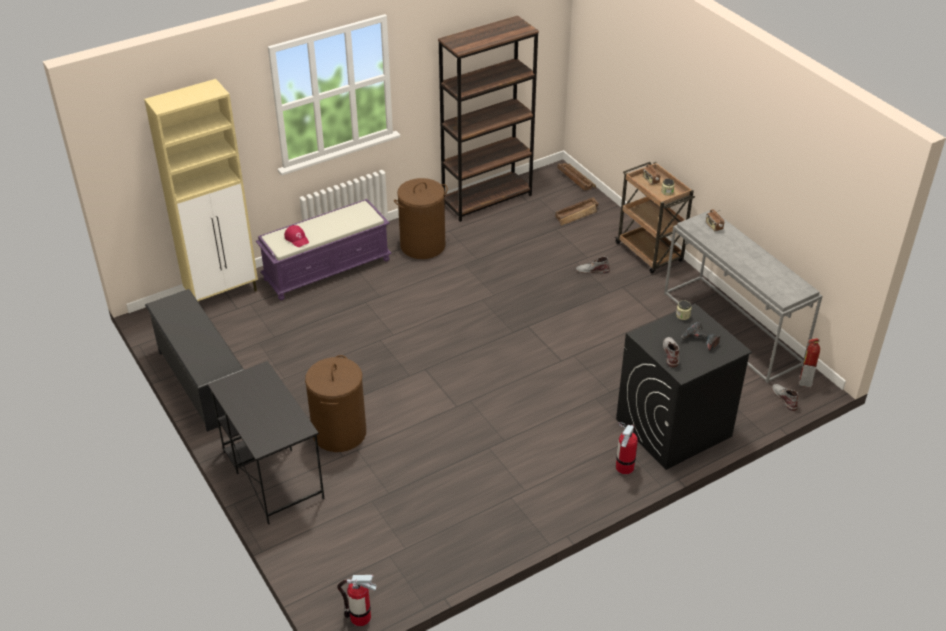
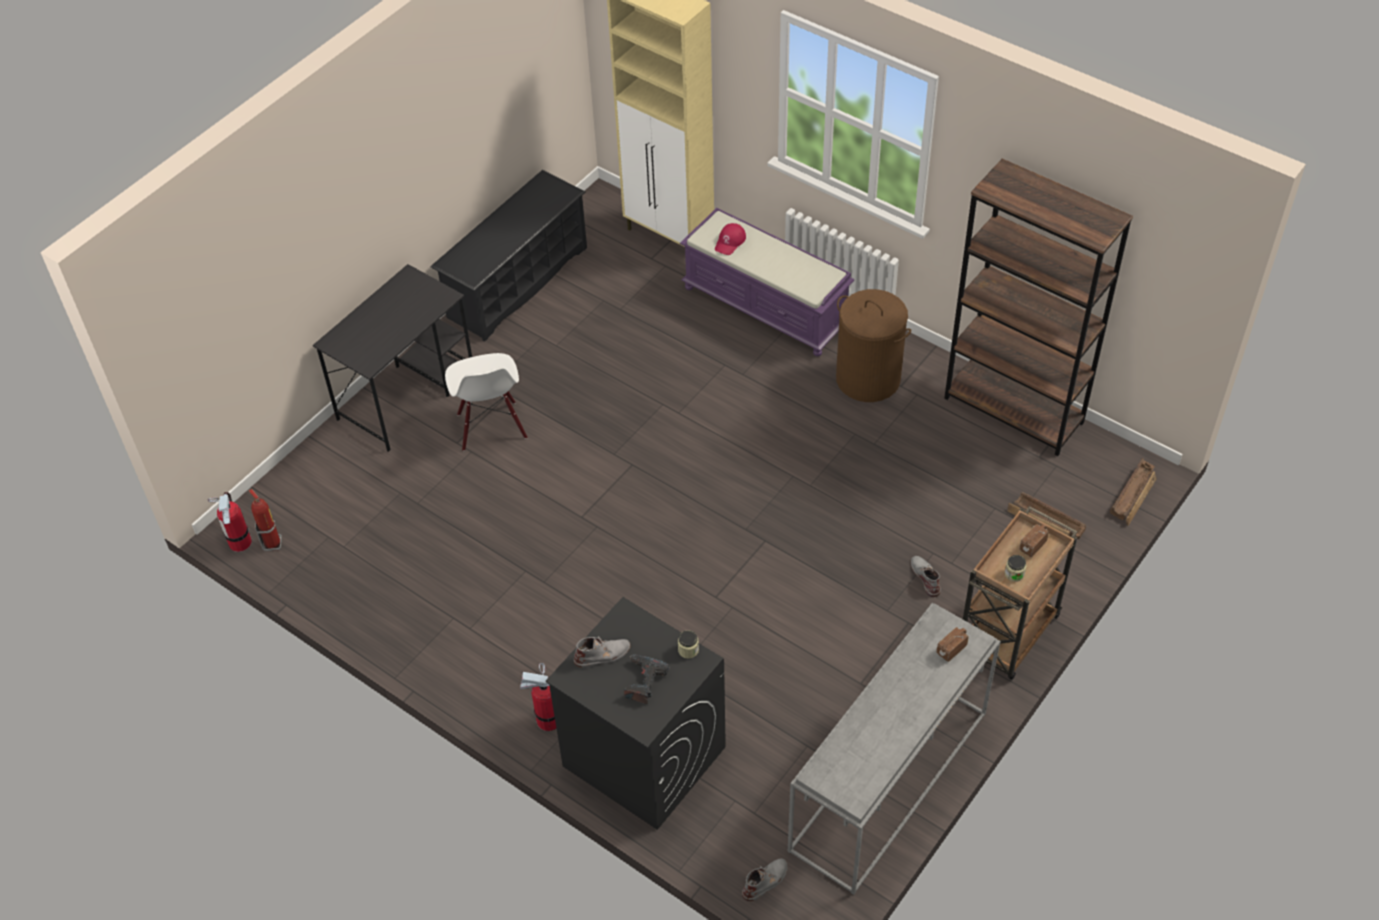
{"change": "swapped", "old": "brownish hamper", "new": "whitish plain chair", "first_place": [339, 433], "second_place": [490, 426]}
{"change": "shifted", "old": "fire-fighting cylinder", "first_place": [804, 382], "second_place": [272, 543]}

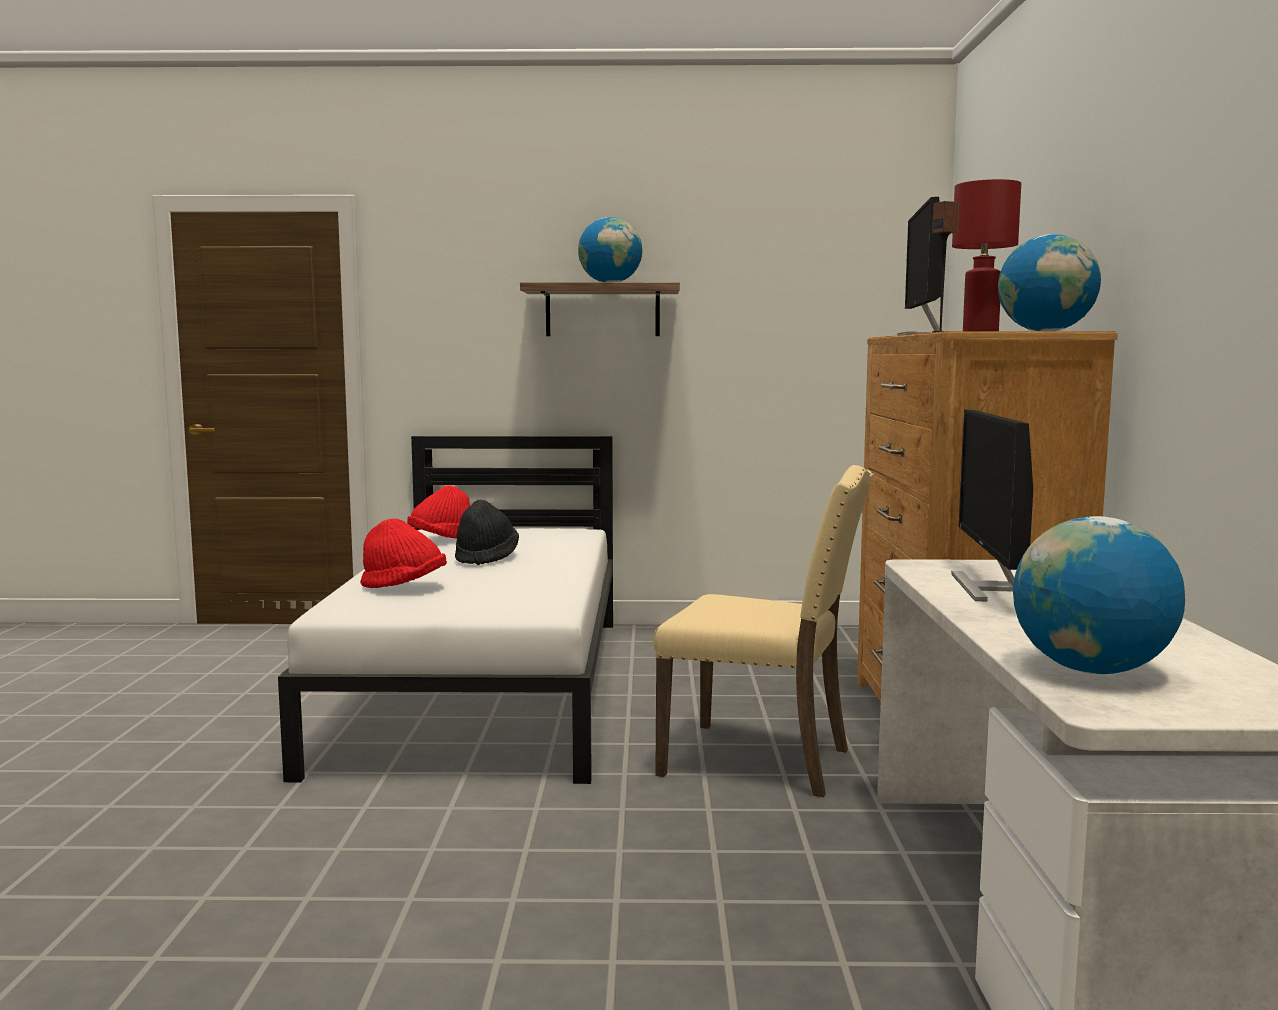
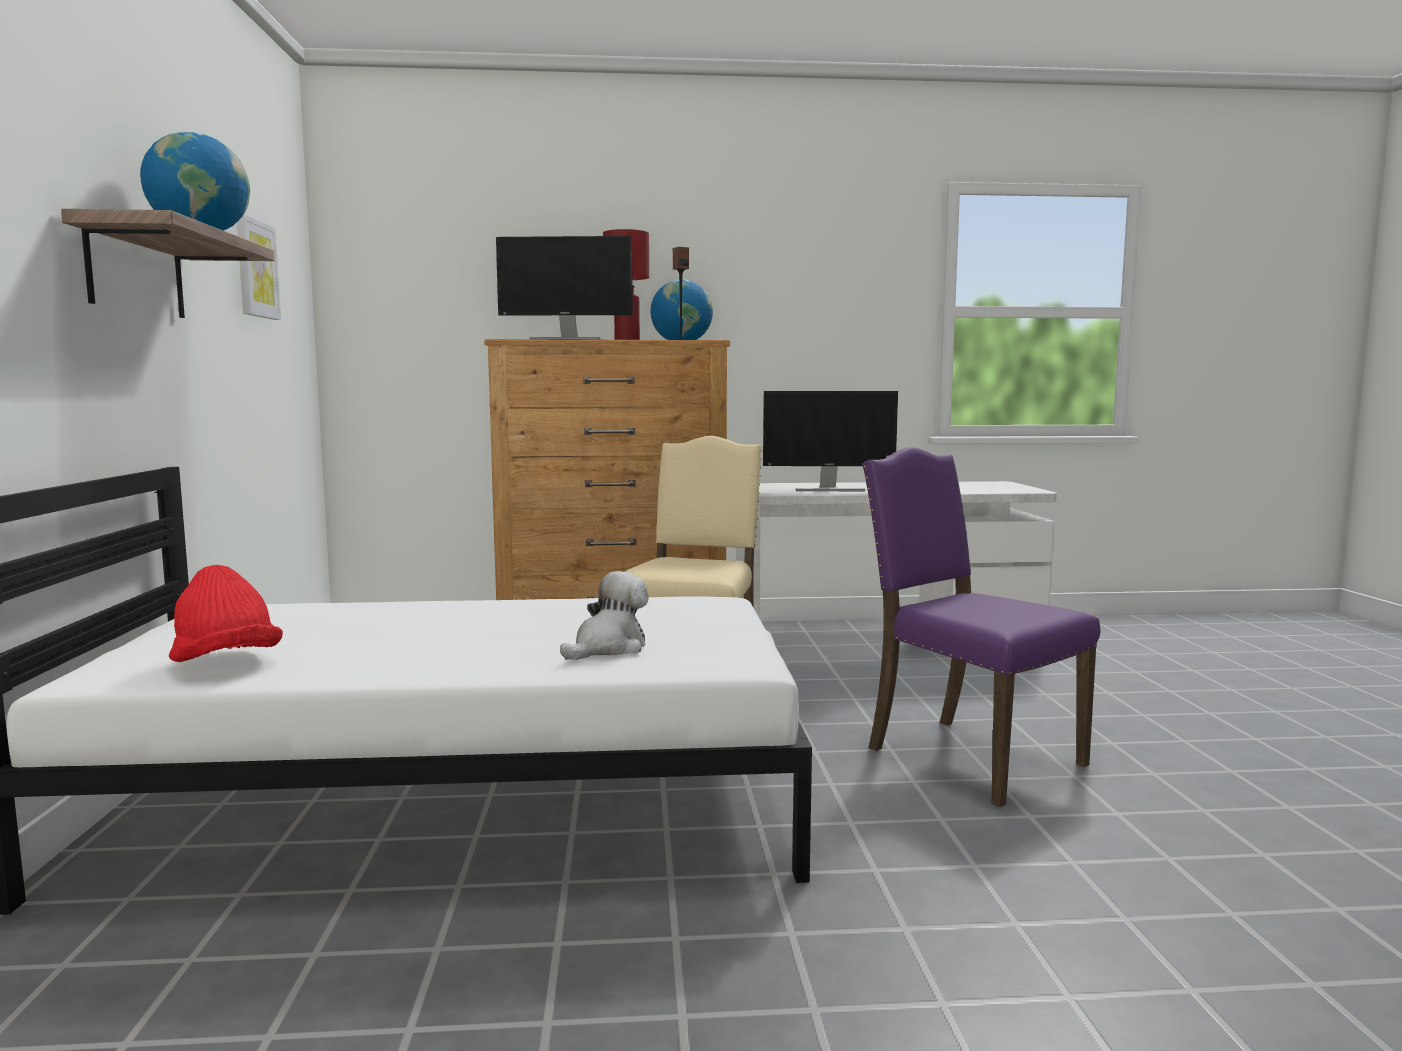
{"change": "swapped", "old": "red-coloured hat", "new": "cuddly toy", "first_place": [404, 587], "second_place": [608, 648]}
{"change": "gone", "old": "black hat", "first_place": [486, 558]}
{"change": "gone", "old": "globe", "first_place": [1090, 670]}
{"change": "new", "new": "picture", "second_place": [256, 269]}
{"change": "new", "new": "purple-coloured plain chair", "second_place": [968, 756]}

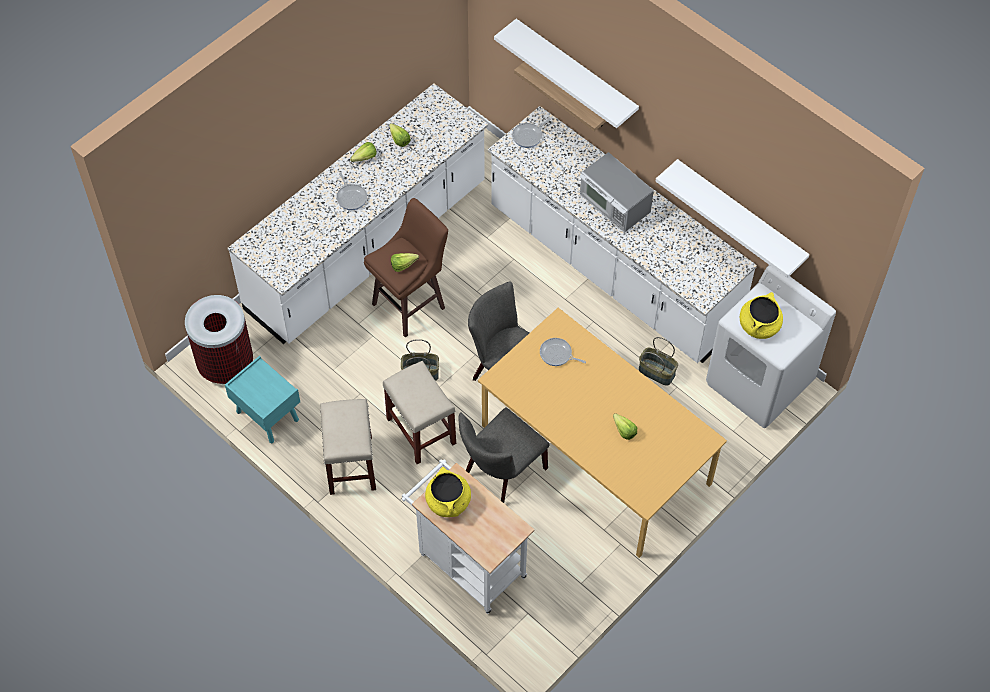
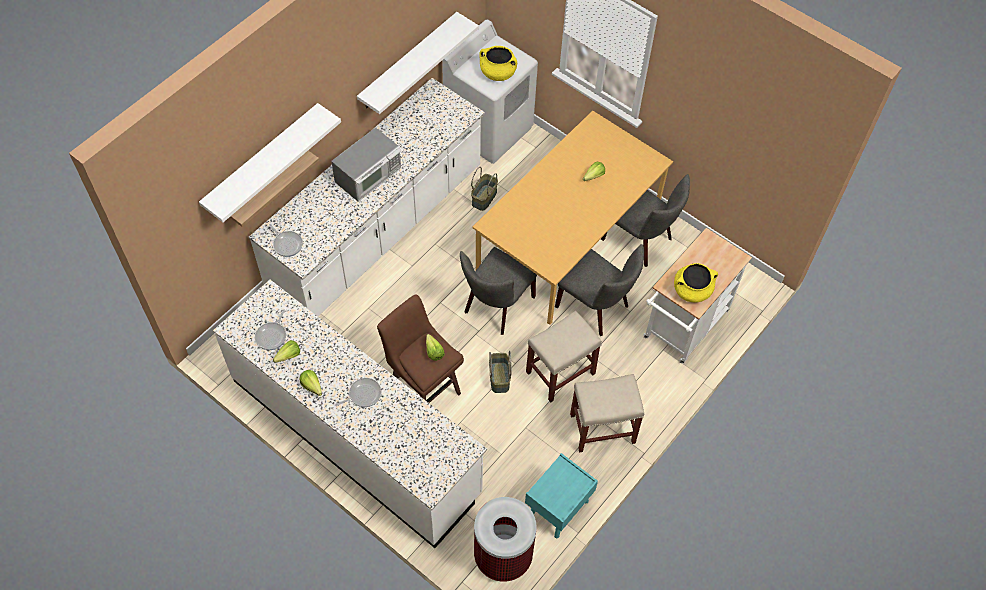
{"change": "shifted", "old": "skillet", "first_place": [557, 354], "second_place": [272, 336]}
{"change": "new", "new": "greyish plain chair", "second_place": [641, 240]}

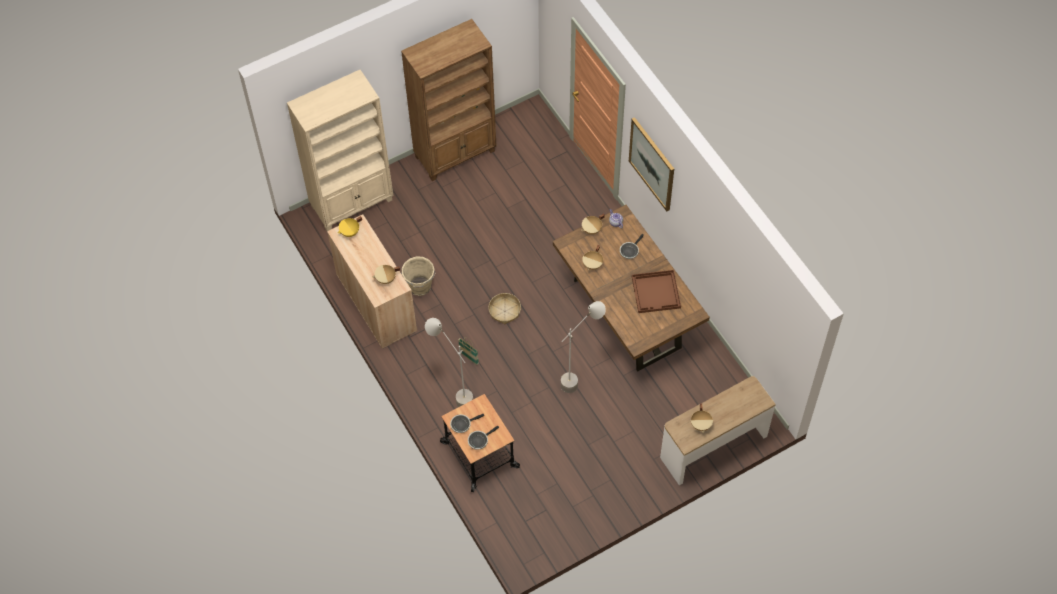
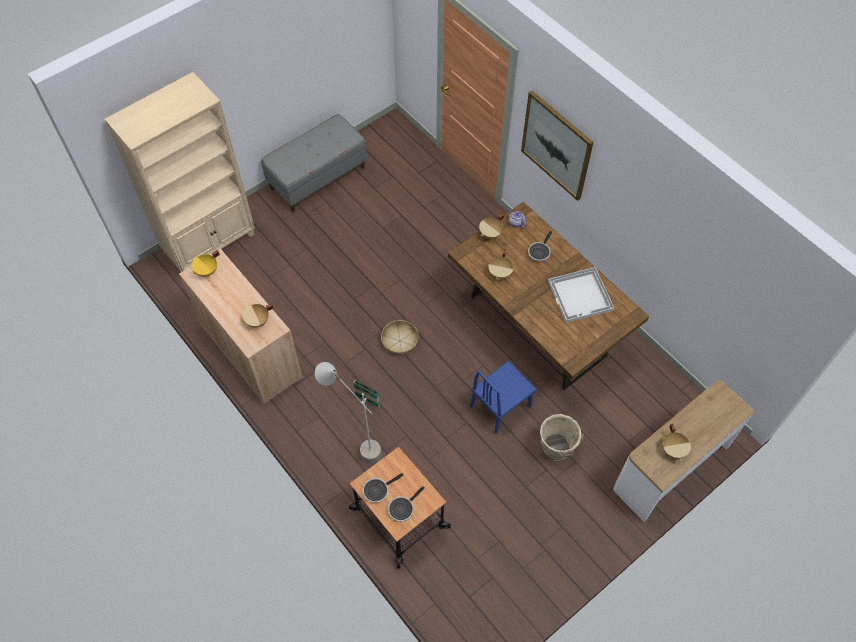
{"change": "swapped", "old": "brownish bookcase", "new": "greyish indoor bench", "first_place": [456, 154], "second_place": [318, 177]}
{"change": "shifted", "old": "beige water bucket", "first_place": [420, 287], "second_place": [556, 449]}
{"change": "swapped", "old": "greyish standard lamp", "new": "blue plain chair", "first_place": [580, 377], "second_place": [500, 406]}
{"change": "repainted", "old": "brownish serving tray", "new": "whitish serving tray", "first_place": [656, 292], "second_place": [581, 296]}

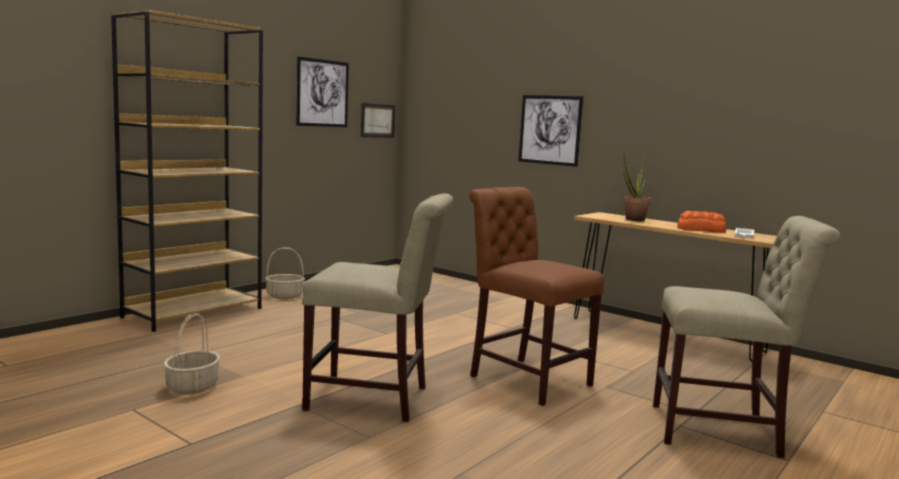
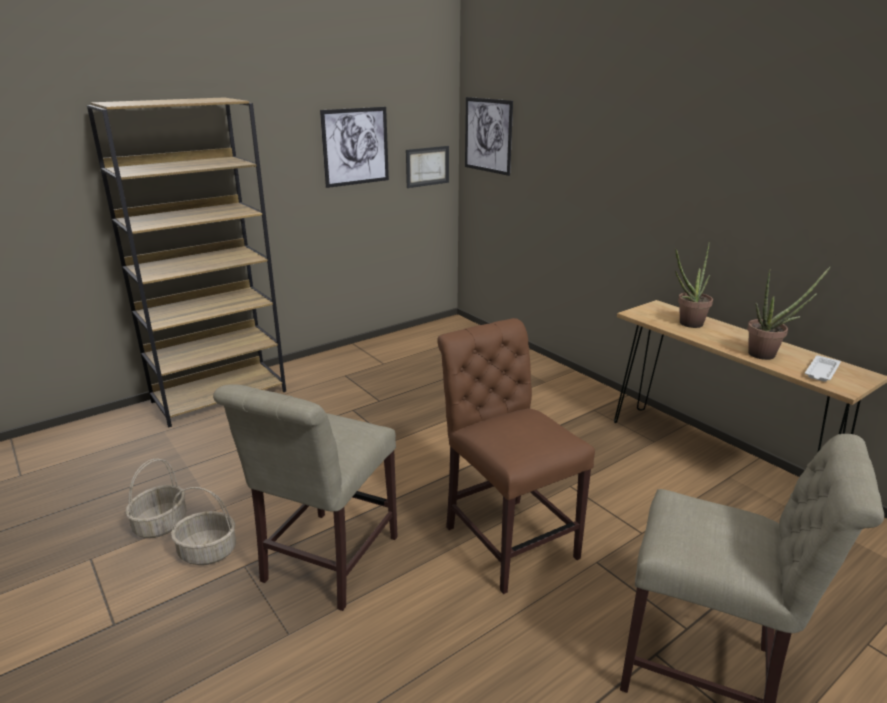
{"change": "shifted", "old": "household basket", "first_place": [284, 296], "second_place": [207, 552]}
{"change": "rotated", "old": "beige plain chair", "first_place": [375, 399], "second_place": [325, 563], "degrees": 90}
{"change": "shifted", "old": "picture", "first_place": [550, 130], "second_place": [488, 135]}
{"change": "swapped", "old": "bakery bread", "new": "plant in a pot", "first_place": [701, 230], "second_place": [767, 354]}

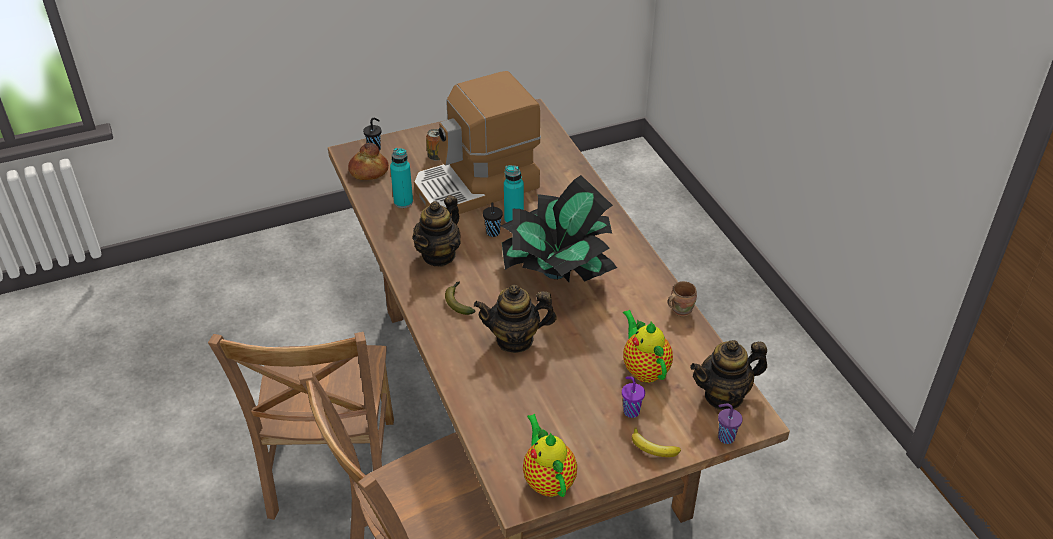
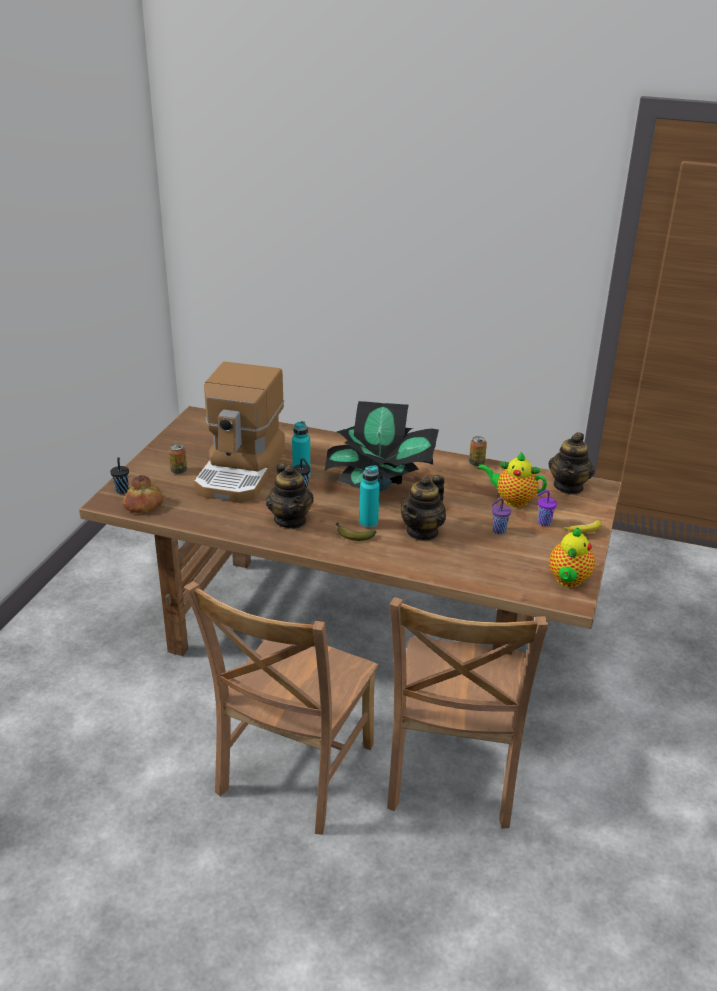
{"change": "rotated", "old": "brownish plain chair", "first_place": [332, 473], "second_place": [292, 773], "degrees": 75}
{"change": "shifted", "old": "turquoise-coloured drink bottle", "first_place": [403, 202], "second_place": [368, 523]}
{"change": "rotated", "old": "pot for tea", "first_place": [548, 479], "second_place": [568, 581], "degrees": -90}
{"change": "swapped", "old": "brownish coffee mug", "new": "metal can", "first_place": [680, 309], "second_place": [476, 463]}
{"change": "shifted", "old": "purple-coloured drinking cup", "first_place": [725, 437], "second_place": [498, 531]}

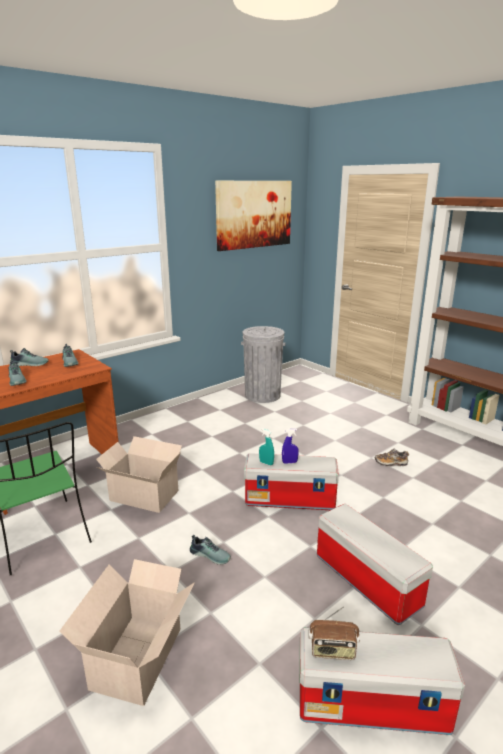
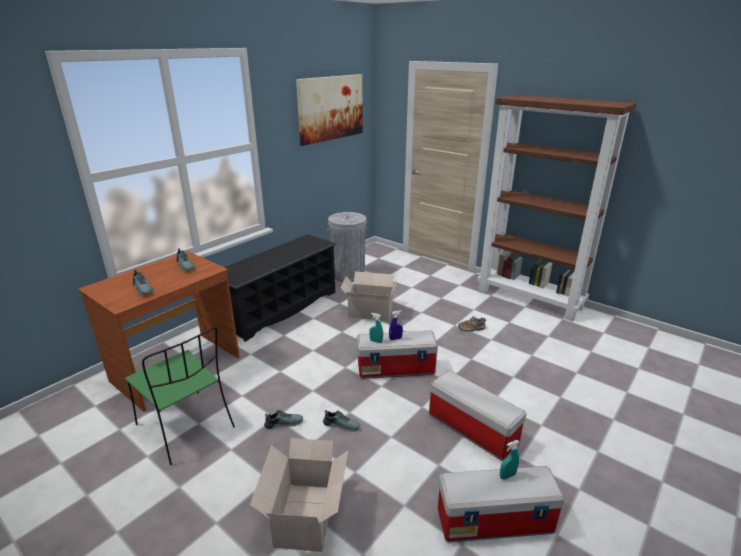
{"change": "shifted", "old": "low shoe", "first_place": [30, 364], "second_place": [284, 422]}
{"change": "shifted", "old": "packing box", "first_place": [143, 495], "second_place": [369, 311]}
{"change": "gone", "old": "radio set", "first_place": [332, 651]}
{"change": "new", "new": "black shoe shelf", "second_place": [281, 308]}
{"change": "new", "new": "turquoise-coloured spray bottle", "second_place": [507, 476]}

